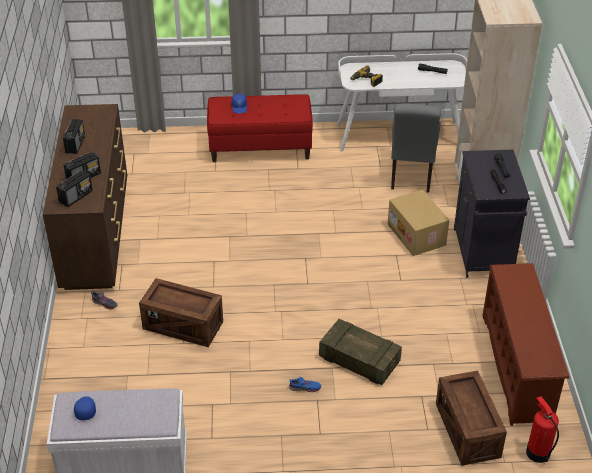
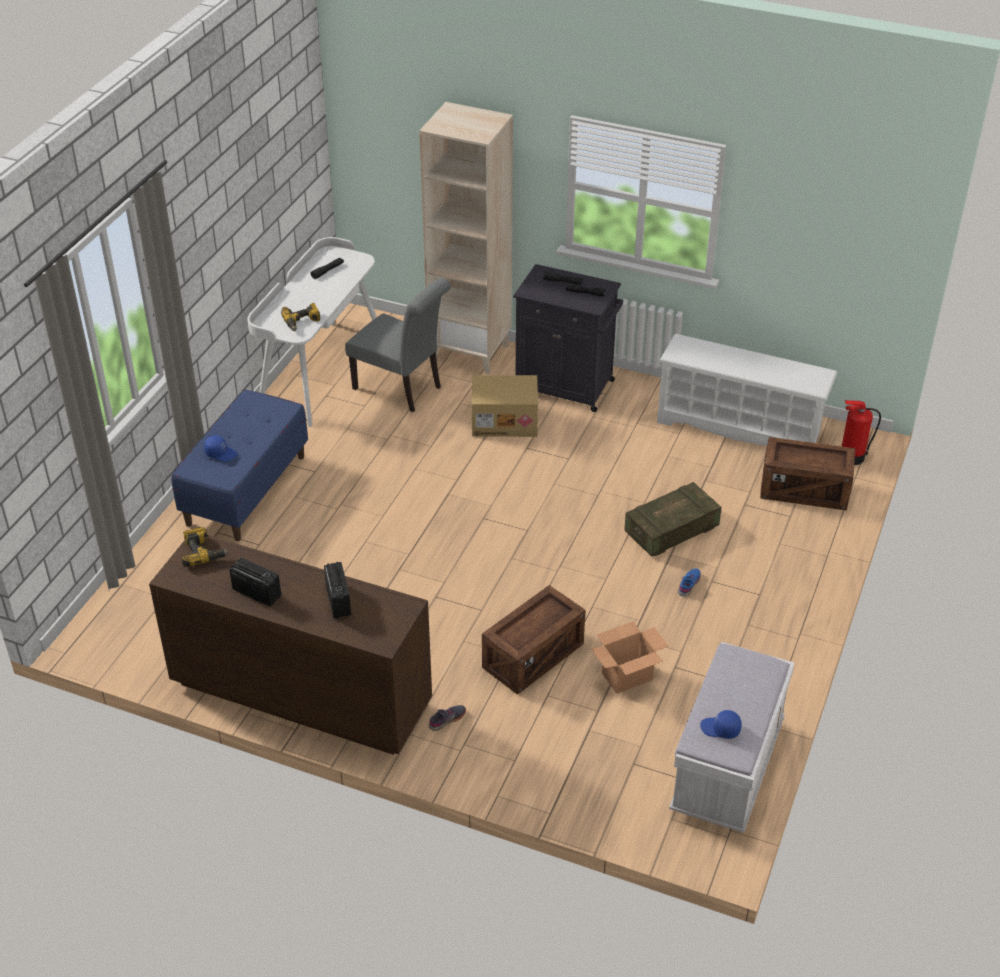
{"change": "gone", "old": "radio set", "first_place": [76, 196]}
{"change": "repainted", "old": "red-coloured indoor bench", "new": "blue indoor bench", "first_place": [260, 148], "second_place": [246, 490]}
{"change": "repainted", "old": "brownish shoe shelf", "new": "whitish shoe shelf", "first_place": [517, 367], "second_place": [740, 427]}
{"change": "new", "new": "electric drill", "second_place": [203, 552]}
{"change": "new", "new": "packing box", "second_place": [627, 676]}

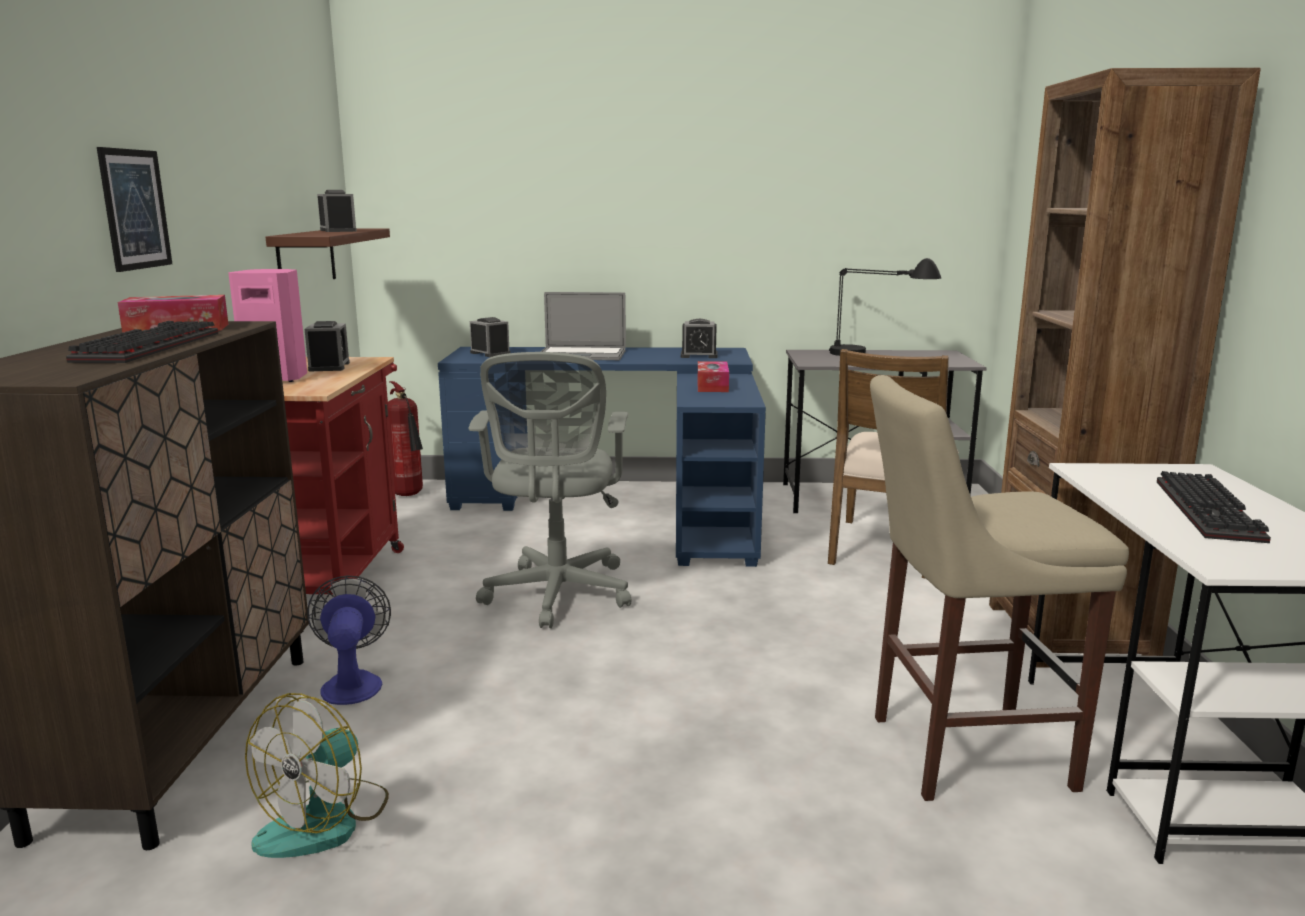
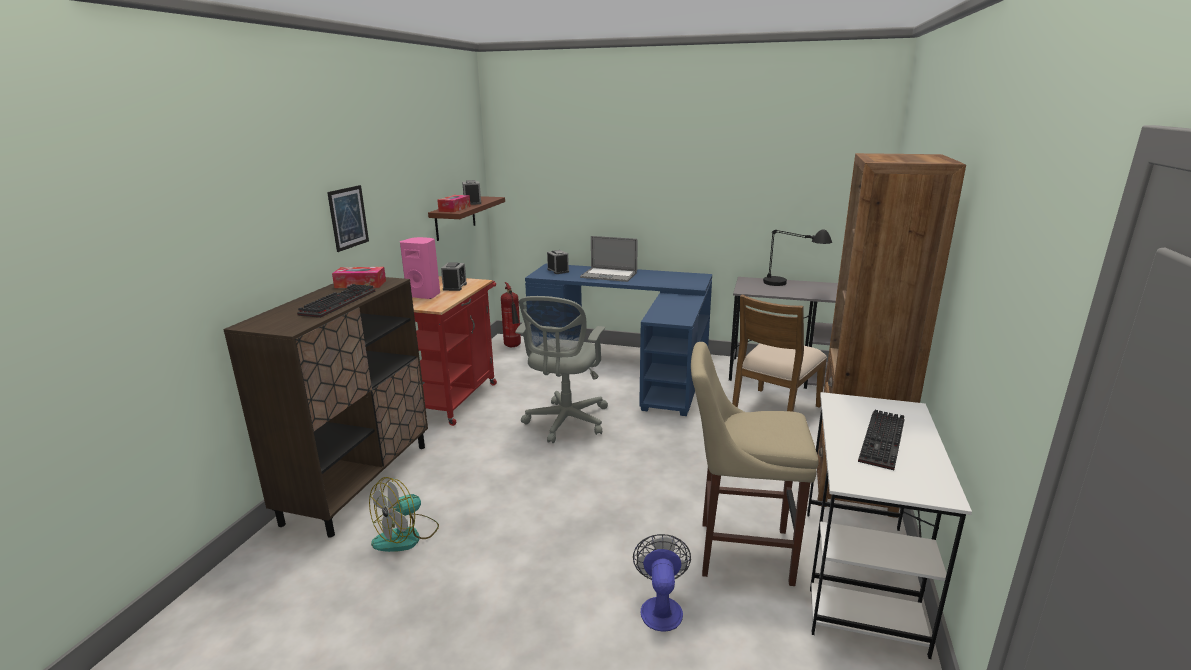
{"change": "shifted", "old": "electric fan", "first_place": [352, 682], "second_place": [661, 607]}
{"change": "gone", "old": "bedside clock", "first_place": [699, 355]}
{"change": "shifted", "old": "box of tissues", "first_place": [712, 386], "second_place": [454, 209]}

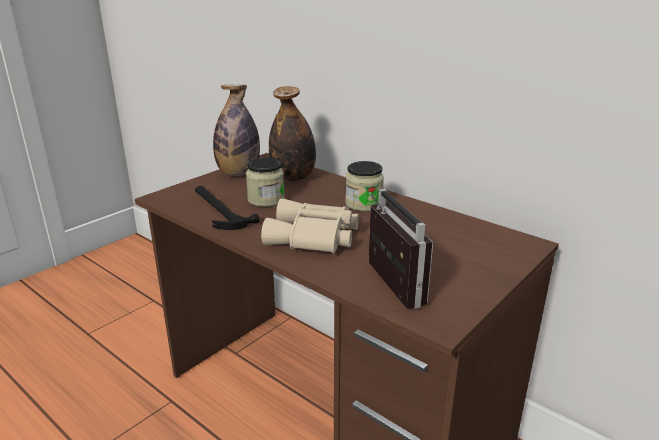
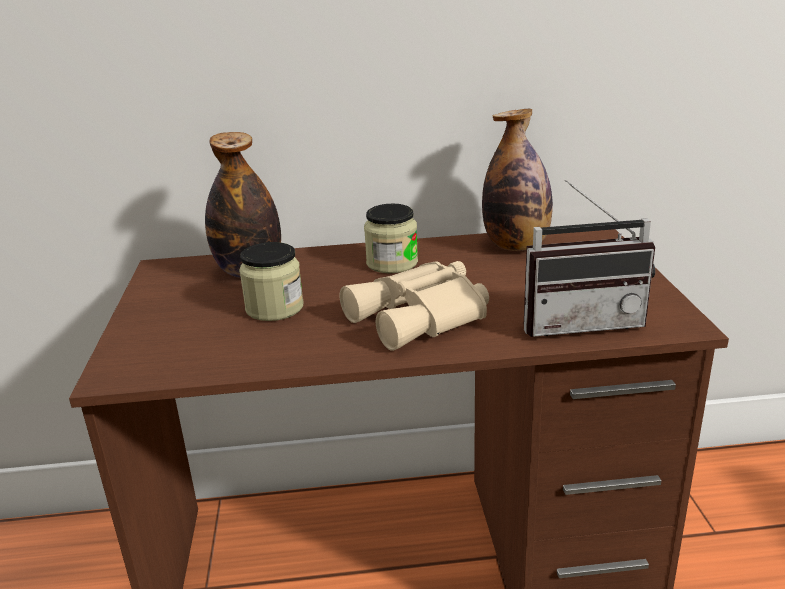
{"change": "gone", "old": "tool hammer", "first_place": [218, 209]}
{"change": "shifted", "old": "drink bottle", "first_place": [238, 173], "second_place": [516, 246]}
{"change": "rotated", "old": "radio set", "first_place": [384, 285], "second_place": [580, 321], "degrees": 150}

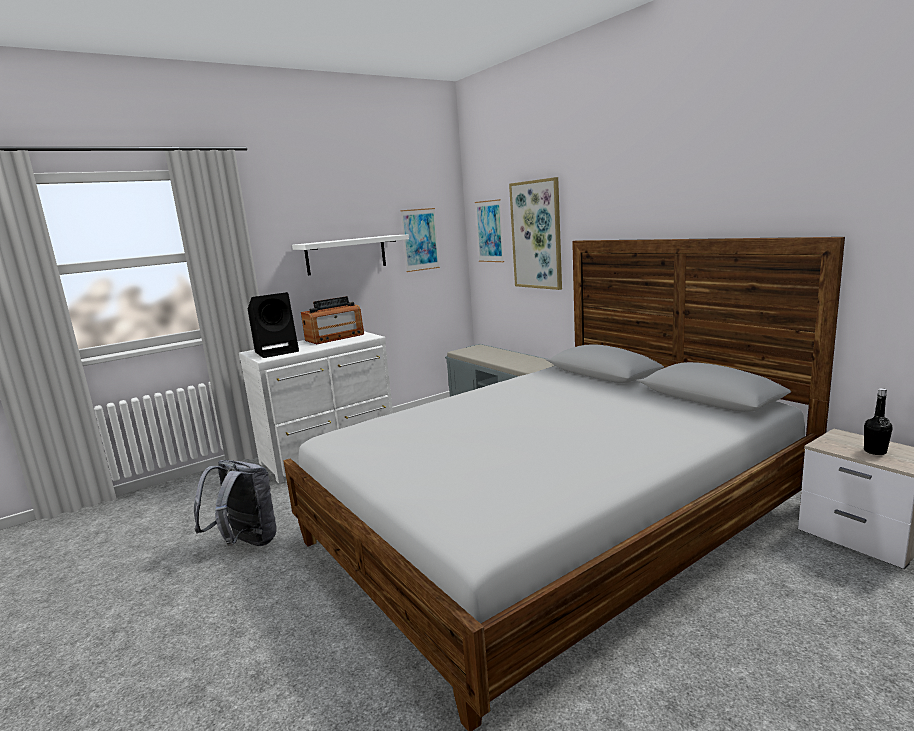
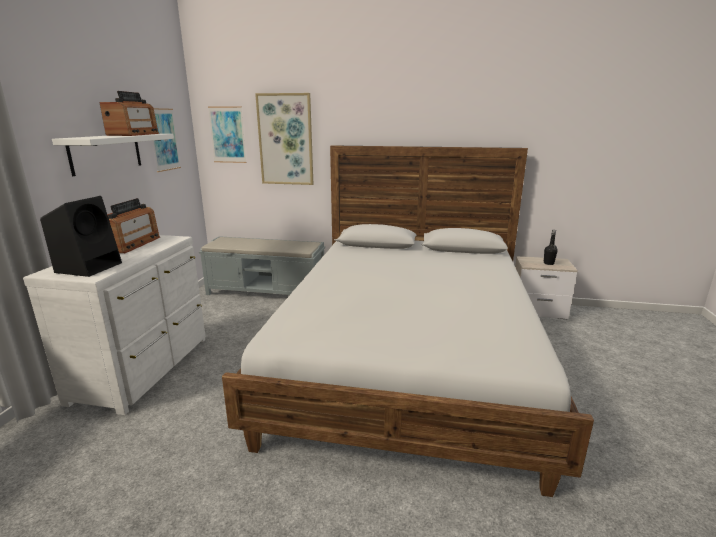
{"change": "gone", "old": "greyish knapsack", "first_place": [246, 543]}
{"change": "new", "new": "radio set", "second_place": [134, 134]}

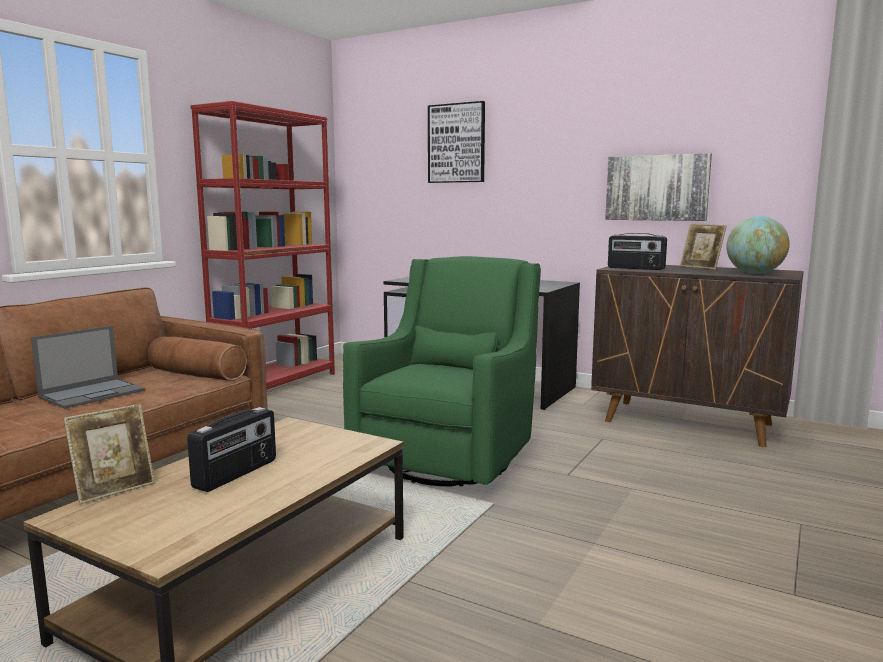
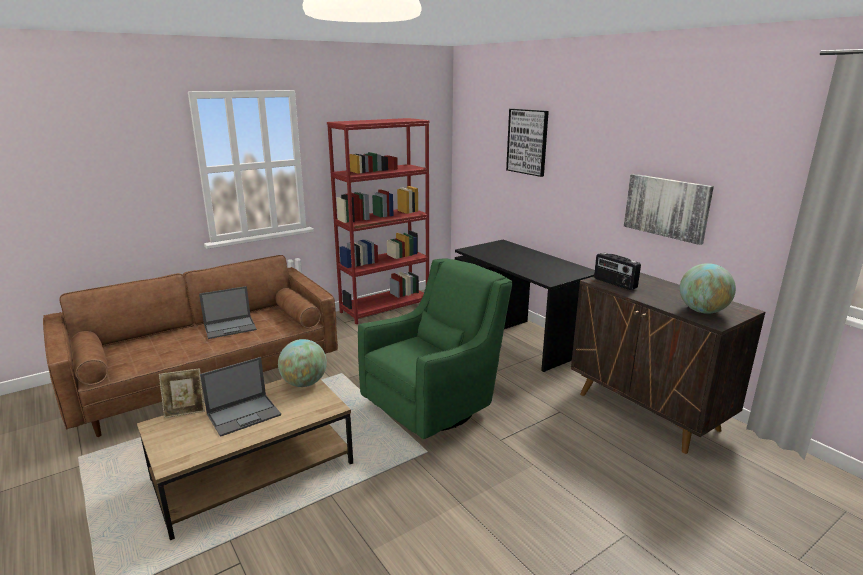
{"change": "swapped", "old": "radio set", "new": "portable computer", "first_place": [236, 474], "second_place": [244, 414]}
{"change": "gone", "old": "picture frame", "first_place": [701, 267]}
{"change": "new", "new": "globe", "second_place": [304, 383]}

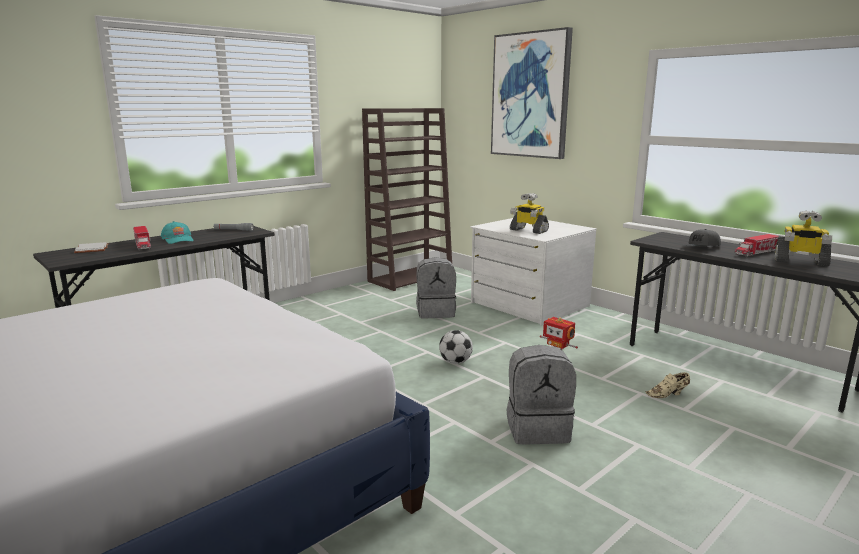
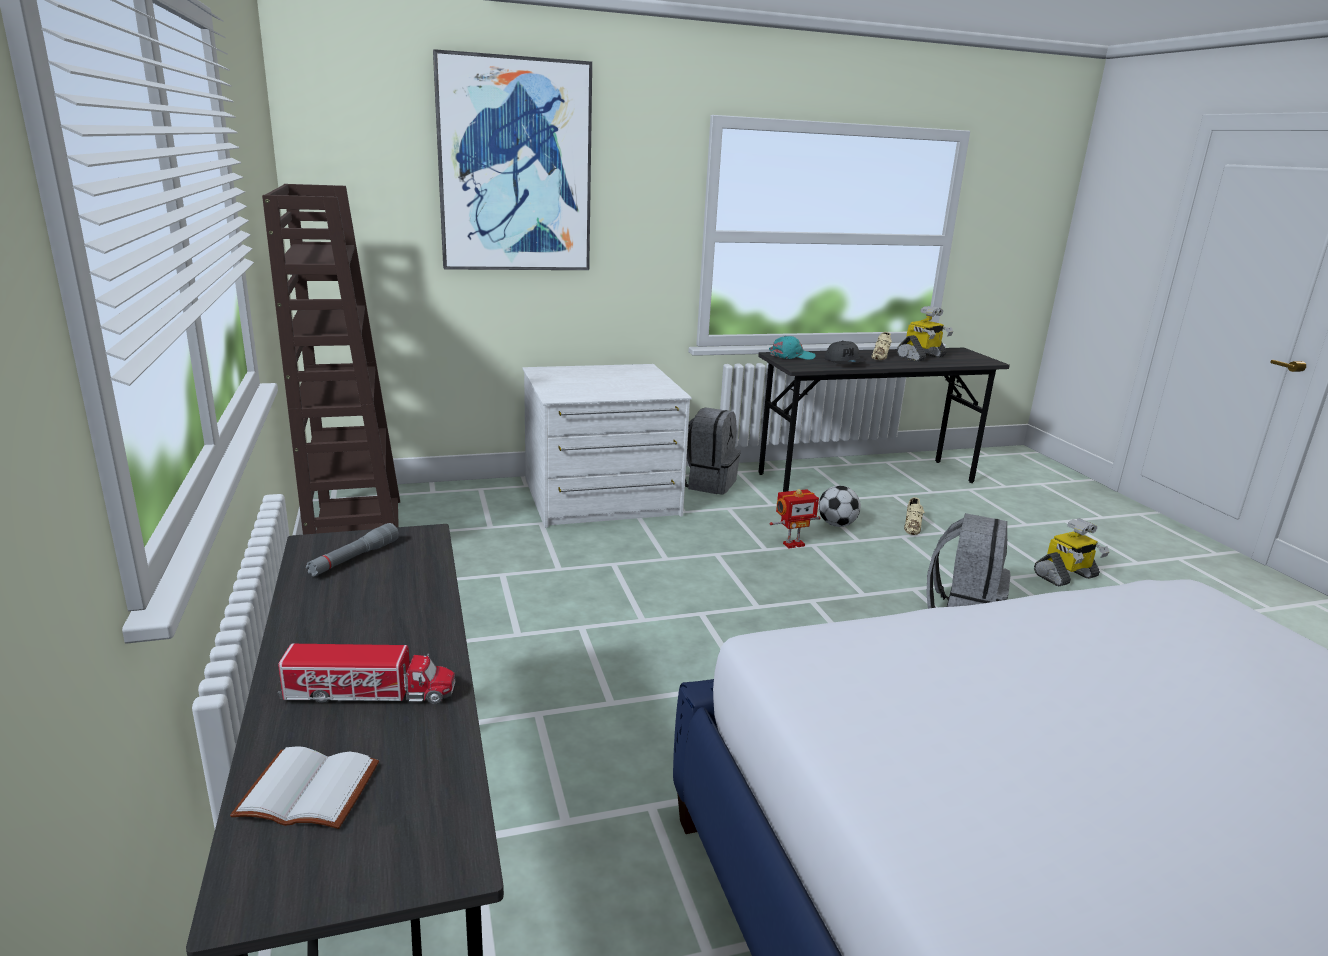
{"change": "shifted", "old": "turquoise-coloured baseball cap", "first_place": [178, 239], "second_place": [791, 356]}
{"change": "shifted", "old": "greyish knapsack", "first_place": [436, 312], "second_place": [707, 483]}
{"change": "shifted", "old": "ball for football", "first_place": [455, 362], "second_place": [836, 525]}
{"change": "shifted", "old": "robot figure", "first_place": [528, 230], "second_place": [1066, 576]}
{"change": "swapped", "old": "model truck", "new": "beige low shoe", "first_place": [755, 253], "second_place": [881, 356]}

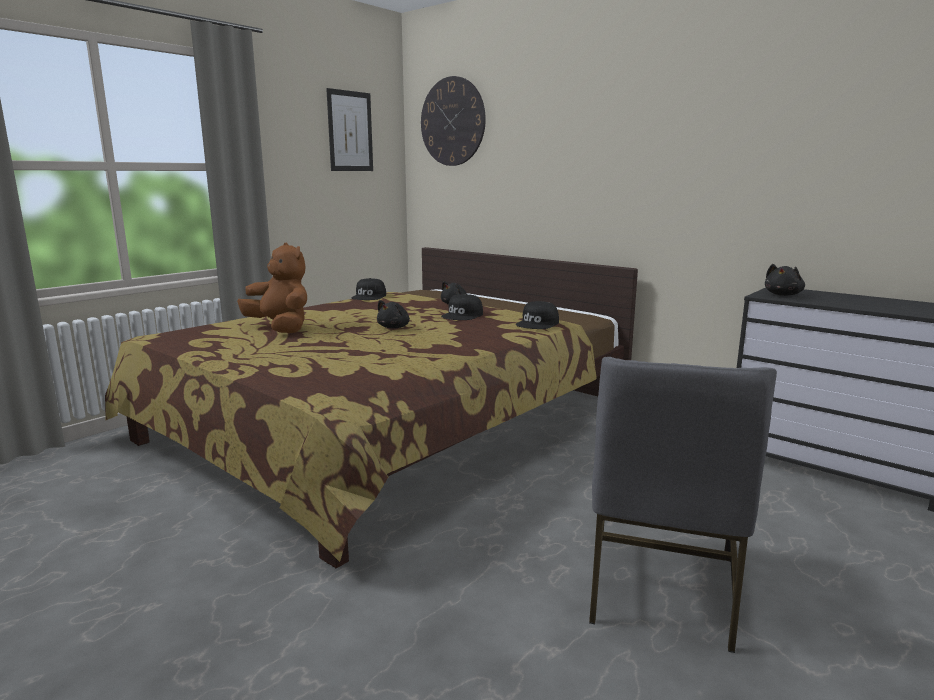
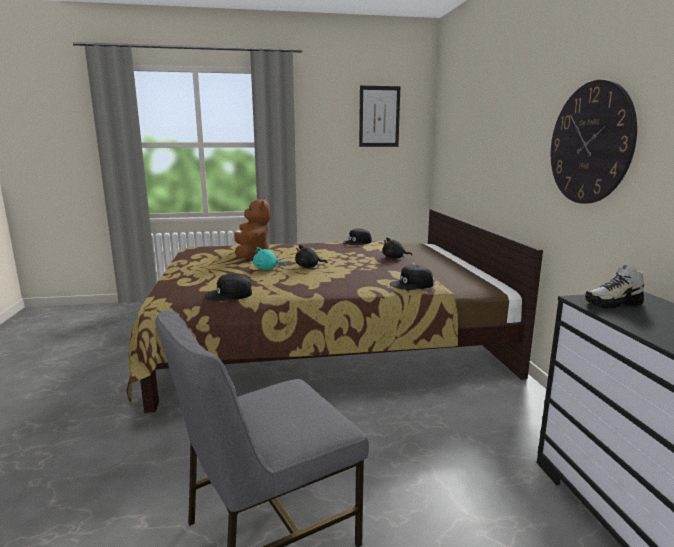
{"change": "shifted", "old": "hanging clock", "first_place": [452, 122], "second_place": [590, 143]}
{"change": "shifted", "old": "black baseball cap", "first_place": [463, 315], "second_place": [229, 295]}
{"change": "swapped", "old": "black cuddly toy", "new": "low shoe", "first_place": [783, 295], "second_place": [613, 303]}
{"change": "new", "new": "turquoise-coloured cuddly toy", "second_place": [267, 269]}

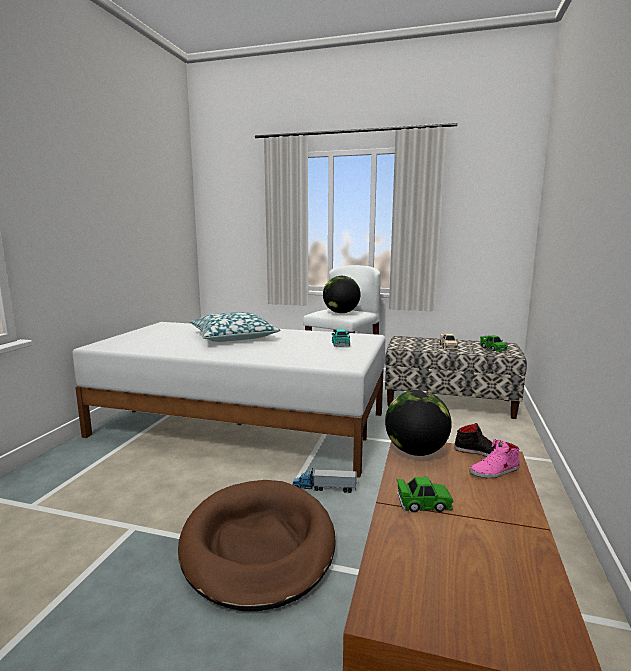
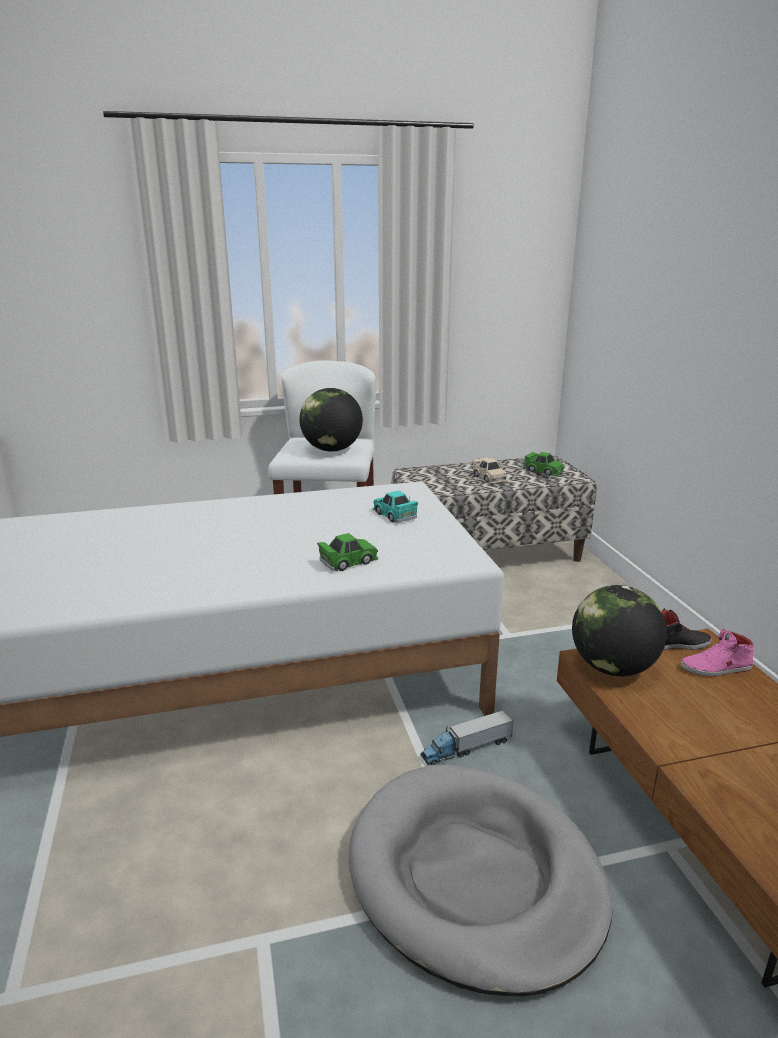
{"change": "repainted", "old": "brownish pet bed", "new": "greyish pet bed", "first_place": [258, 545], "second_place": [475, 877]}
{"change": "gone", "old": "cushion", "first_place": [234, 337]}
{"change": "shifted", "old": "green miniature car", "first_place": [423, 504], "second_place": [348, 562]}
{"change": "rotated", "old": "pinkish low shoe", "first_place": [495, 471], "second_place": [716, 668], "degrees": 45}

